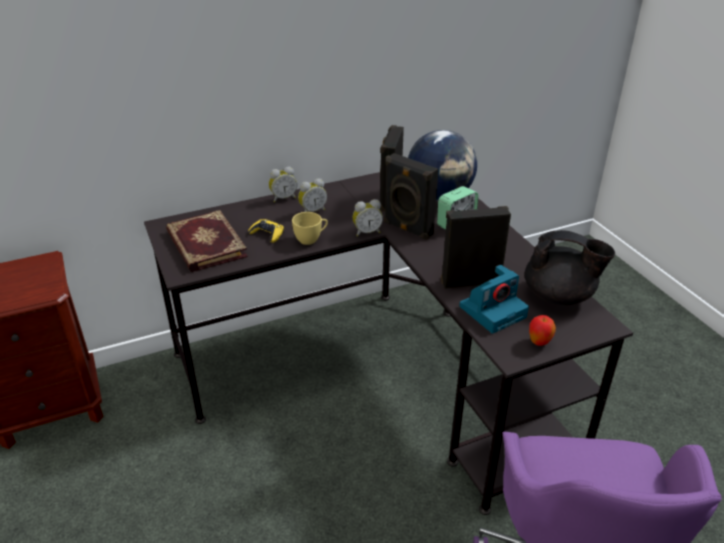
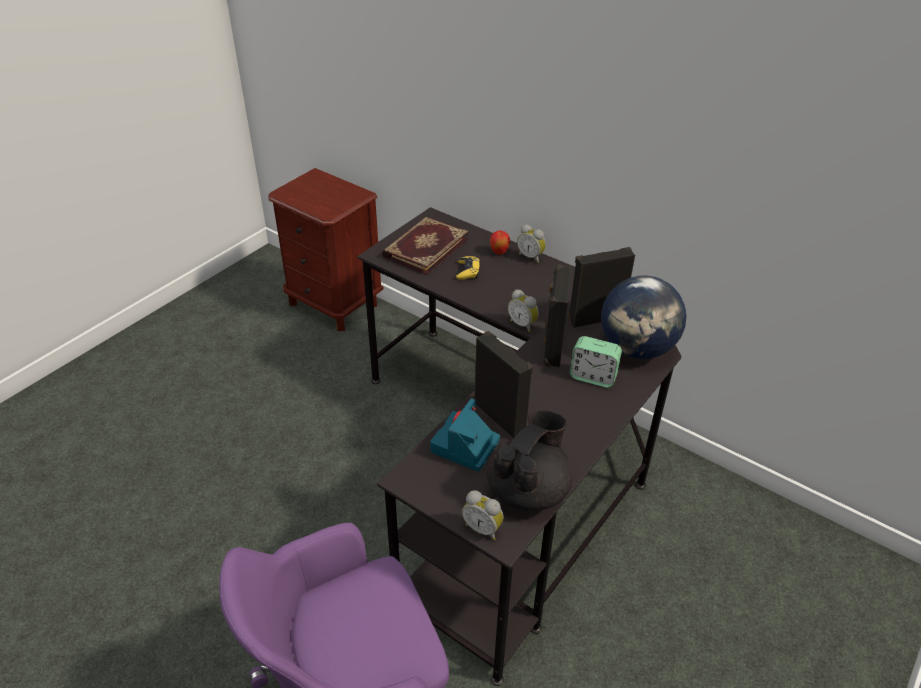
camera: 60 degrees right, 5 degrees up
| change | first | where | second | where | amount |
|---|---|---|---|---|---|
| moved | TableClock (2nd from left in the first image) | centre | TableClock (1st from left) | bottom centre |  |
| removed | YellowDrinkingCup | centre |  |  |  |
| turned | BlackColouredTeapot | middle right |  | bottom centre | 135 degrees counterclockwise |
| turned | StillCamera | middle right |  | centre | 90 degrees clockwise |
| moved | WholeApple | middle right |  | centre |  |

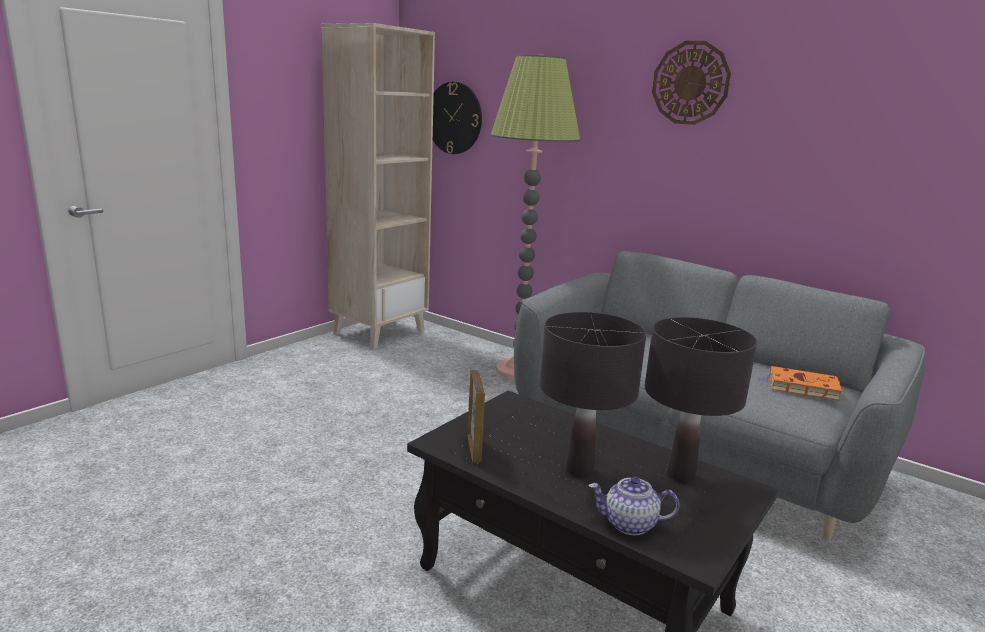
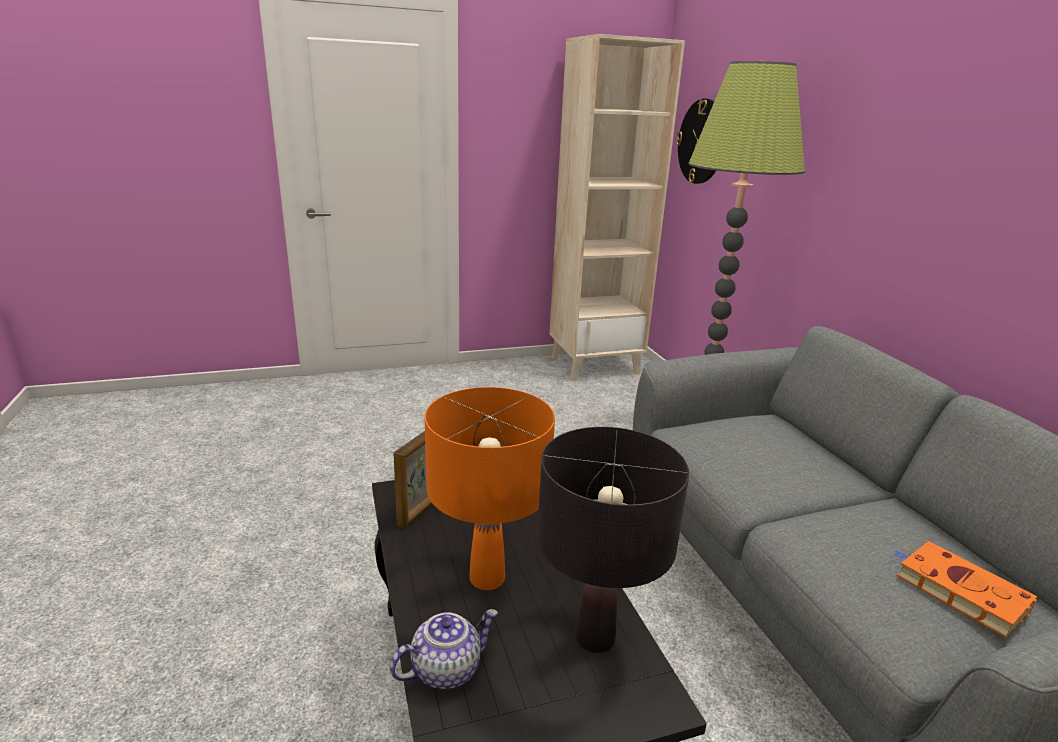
camera: 35 degrees right, 5 degrees up
| change | first | where | second | where | amount |
|---|---|---|---|---|---|
| removed | WallClock (2nd from left) | top right |  |  |  |
| recoloured | BlackColouredLampForATable (1st from left) | centre | OrangeLampForATable | centre |  |
| turned | Teapot | bottom centre |  | bottom centre | 105 degrees clockwise |

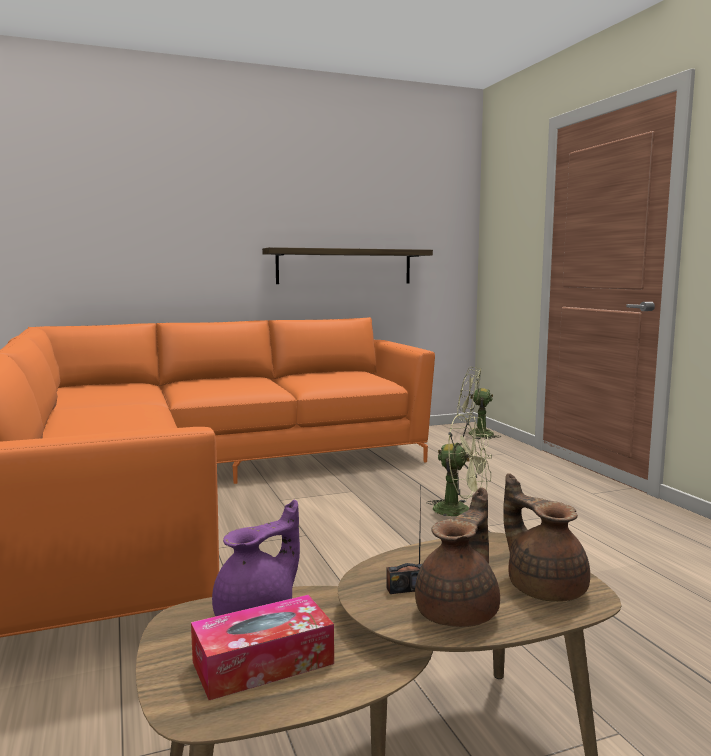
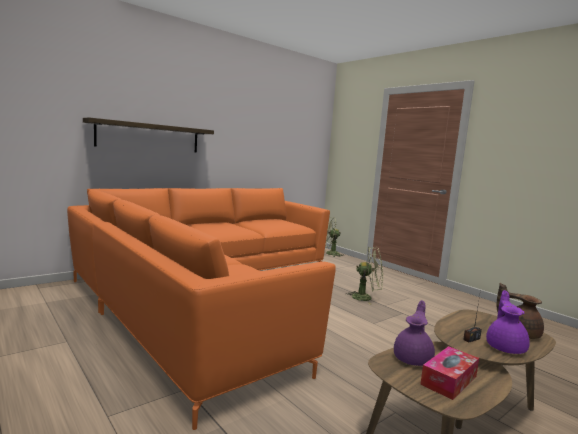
camera: 20 degrees left, 0 degrees up
| change | first | where | second | where | amount |
|---|---|---|---|---|---|
| moved | Shelf | centre |  | top left |  |
| recoloured | BrownColouredTeapot (1st from left) | bottom centre | PurpleColouredTeapot (2nd from left) | bottom right |  |

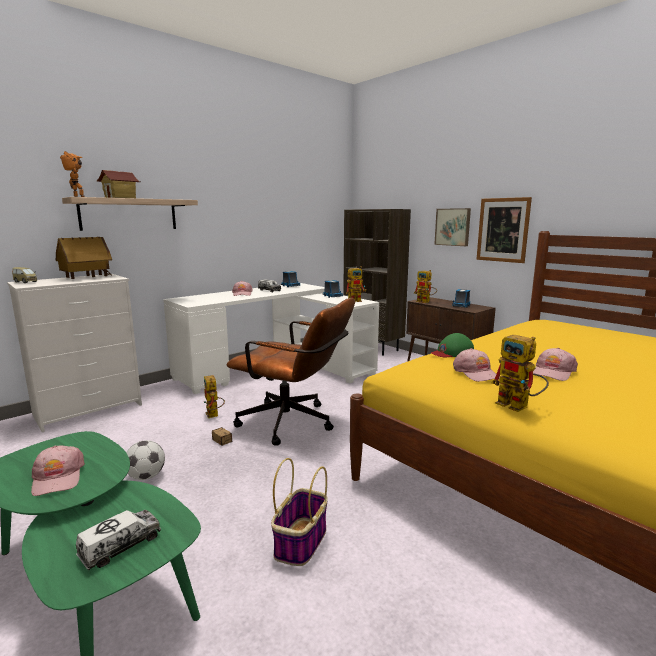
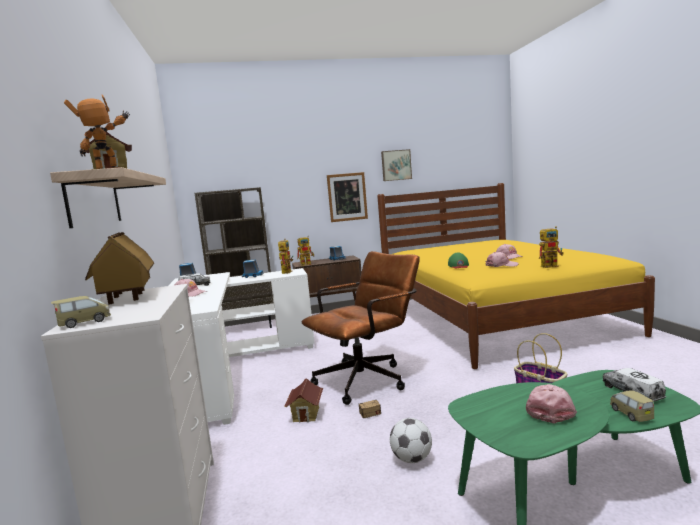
camera: 60 degrees left, 5 degrees down
| change | first | where | second | where | amount |
|---|---|---|---|---|---|
| moved | WallArt (1st from left in the first image) | middle right | WallArt (2nd from left) | top centre |  |
| replaced | ModelRobot (2nd from left) | middle left | MiniatureHouse (3rd from left) | bottom centre |  |
| turned | PinkPeakedCap (1st from left in the first image) | bottom left | PinkPeakedCap (4th from left) | bottom right | 75 degrees counterclockwise |
| added |  |  | MiniatureCar (2nd from left) | bottom right |  |

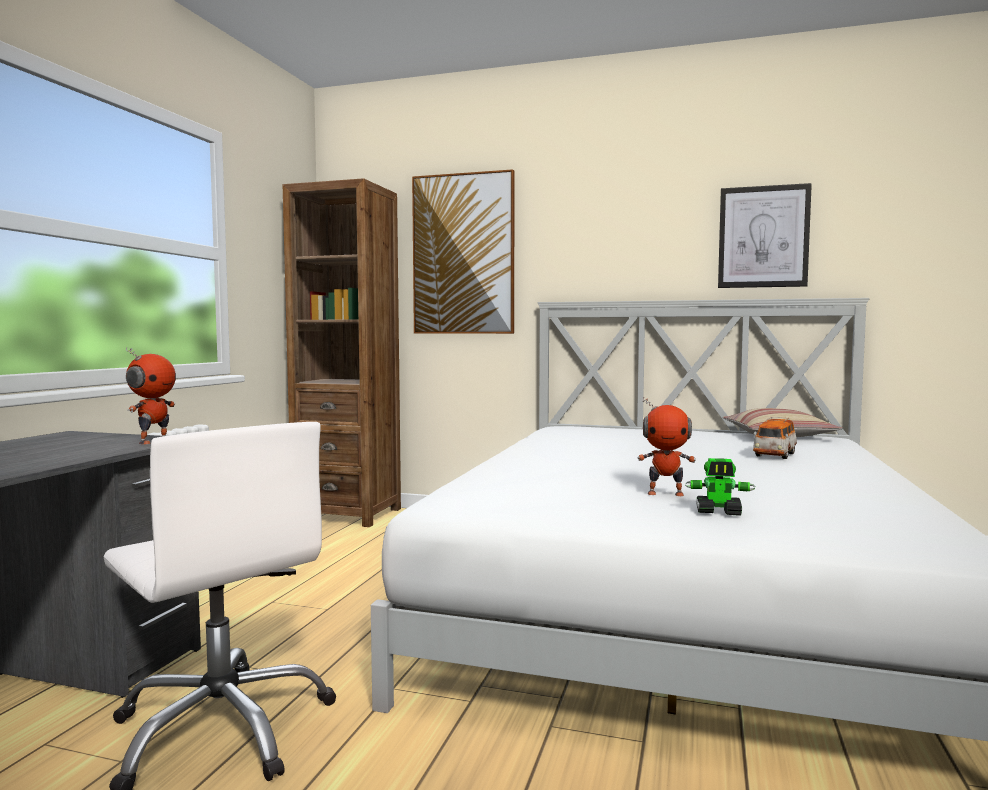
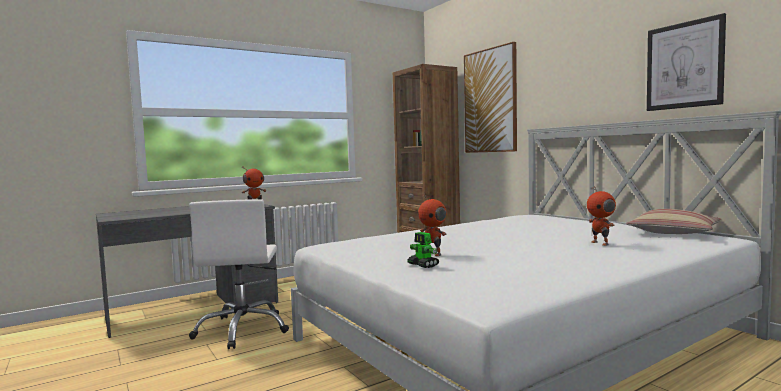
camera: 40 degrees right, 0 degrees up
| change | first | where | second | where | amount |
|---|---|---|---|---|---|
| replaced | MiniatureCar | middle right | ModelRobot (4th from left) | middle right |  |

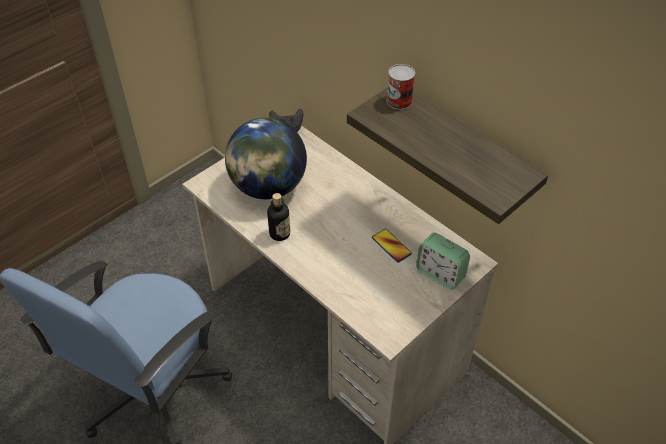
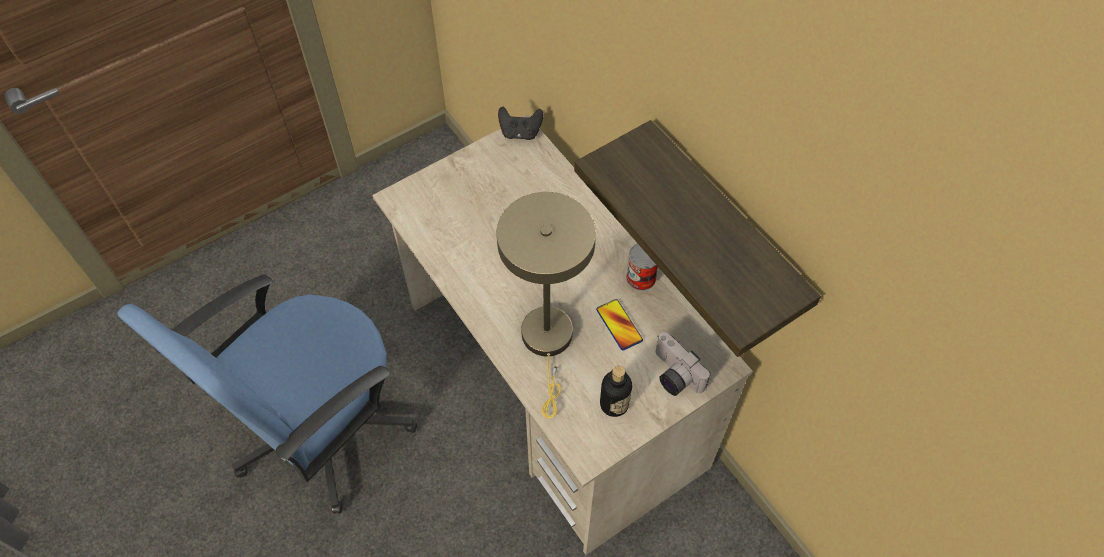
camera: 10 degrees right, 10 degrees up
| change | first | where | second | where | amount |
|---|---|---|---|---|---|
| moved | MetalCan | top centre |  | centre |  |
| removed | Globe | centre |  |  |  |
| moved | Bottle | centre |  | bottom centre |  |
| replaced | TableClock | centre | StillCamera | centre |  |
| added |  |  | SandColouredLampForATable | centre |  |

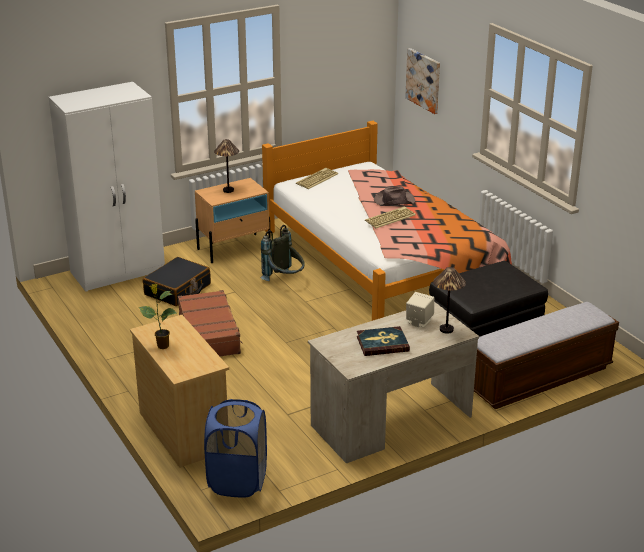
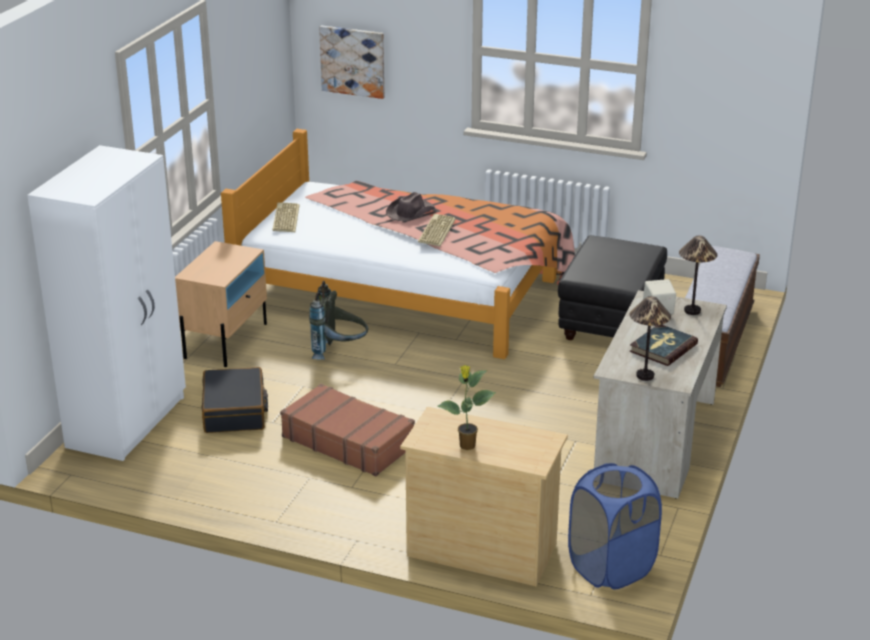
camera: 40 degrees left, 0 degrees up
| change | first | where | second | where | amount |
|---|---|---|---|---|---|
| moved | LampForATable (1st from left) | top centre |  | middle right |  |

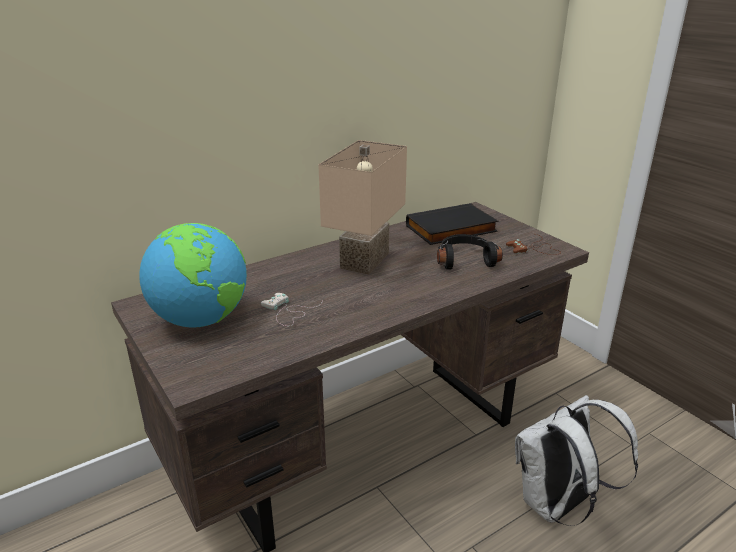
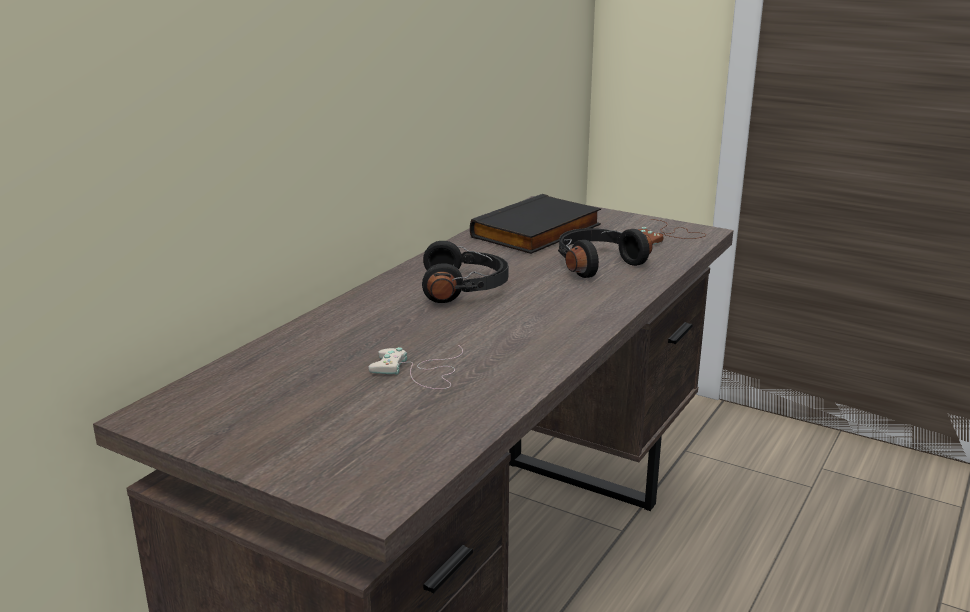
camera: 25 degrees left, 5 degrees down
| change | first | where | second | where | amount |
|---|---|---|---|---|---|
| replaced | SandColouredLampForATable | centre | BlackColouredPairOfHeadphones (1st from left) | centre |  |
| removed | Globe | middle left |  |  |  |
| removed | WhiteColouredRucksack | bottom right |  |  |  |

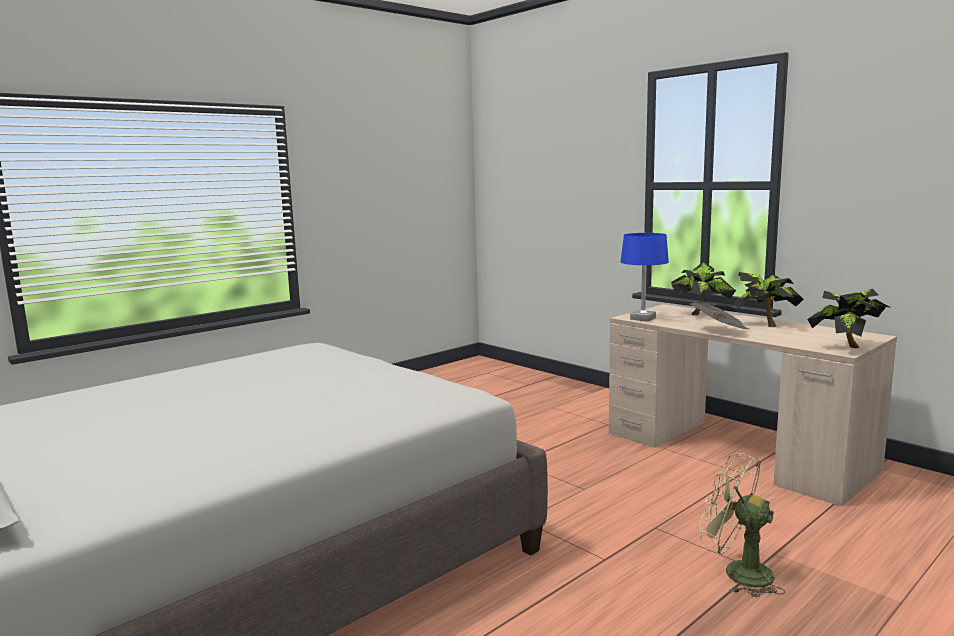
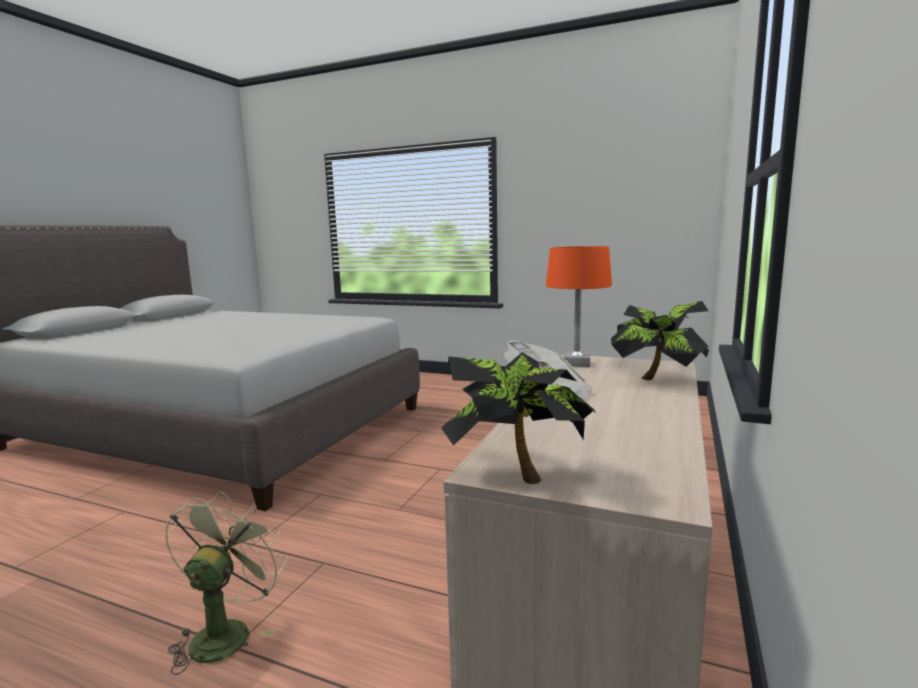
camera: 65 degrees right, 0 degrees up
| change | first | where | second | where | amount |
|---|---|---|---|---|---|
| recoloured | BlueLampForATable | middle right | OrangeLampForATable | centre |  |
| removed | PottedPlant (2nd from left) | middle right |  |  |  |

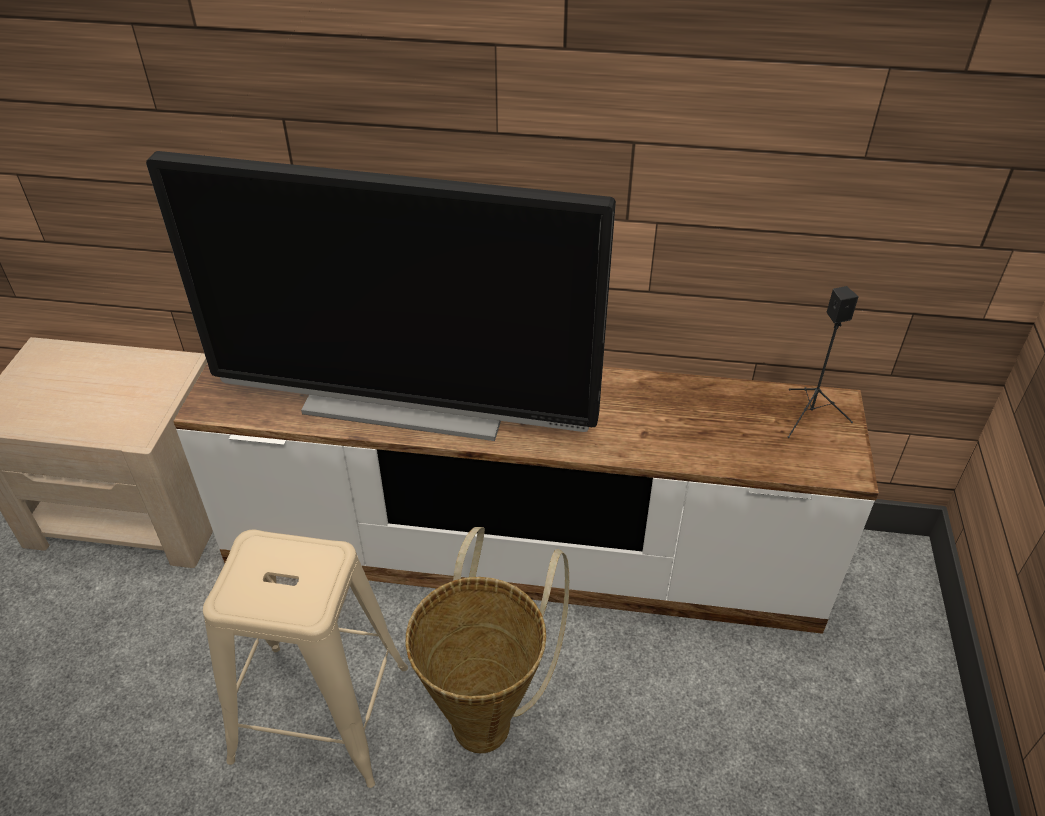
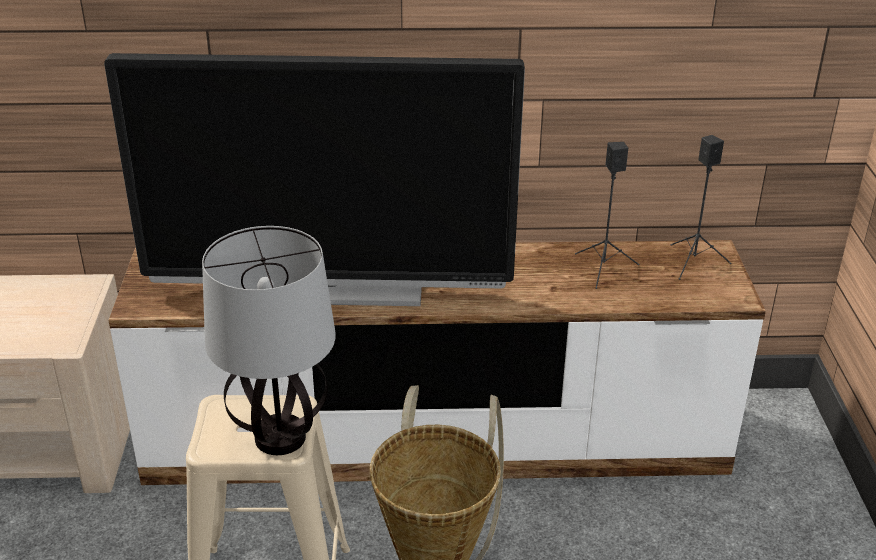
camera: 10 degrees left, 10 degrees down
| change | first | where | second | where | amount |
|---|---|---|---|---|---|
| added |  |  | BlackColouredAudioSpeaker (1st from left) | middle right |  |
| added |  |  | LampForATable | middle left |  |

